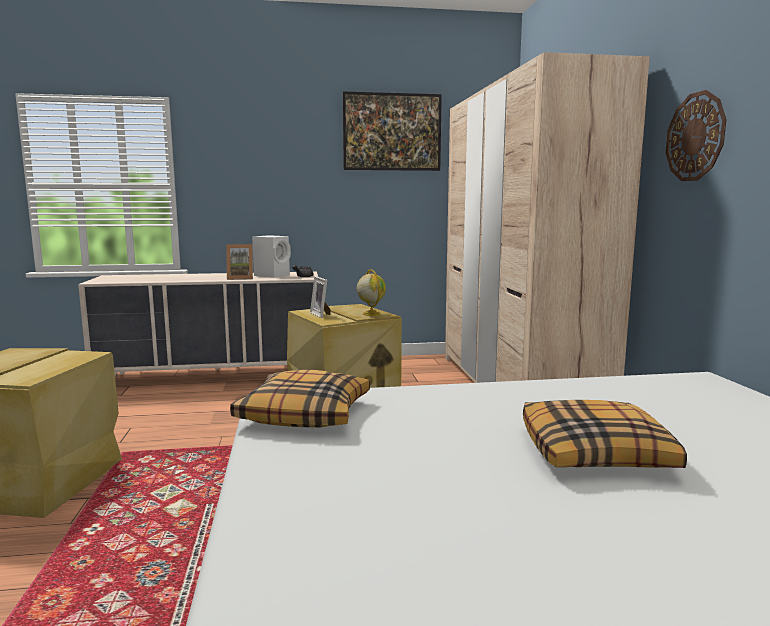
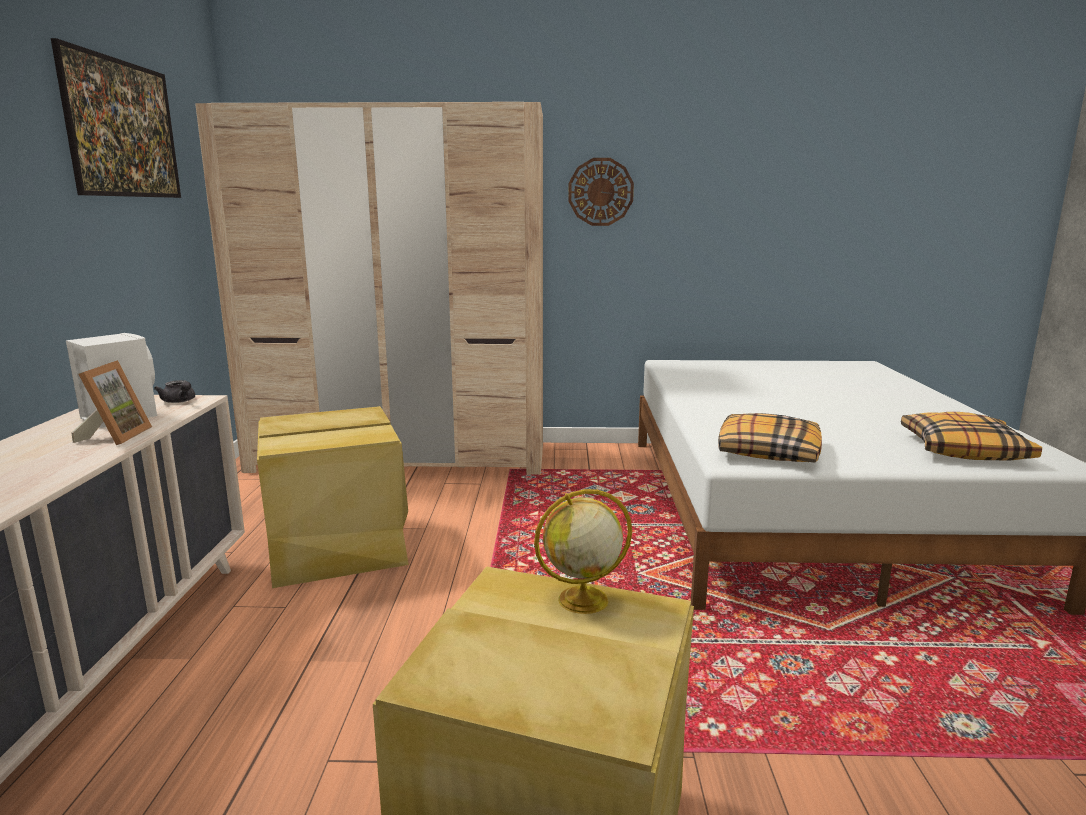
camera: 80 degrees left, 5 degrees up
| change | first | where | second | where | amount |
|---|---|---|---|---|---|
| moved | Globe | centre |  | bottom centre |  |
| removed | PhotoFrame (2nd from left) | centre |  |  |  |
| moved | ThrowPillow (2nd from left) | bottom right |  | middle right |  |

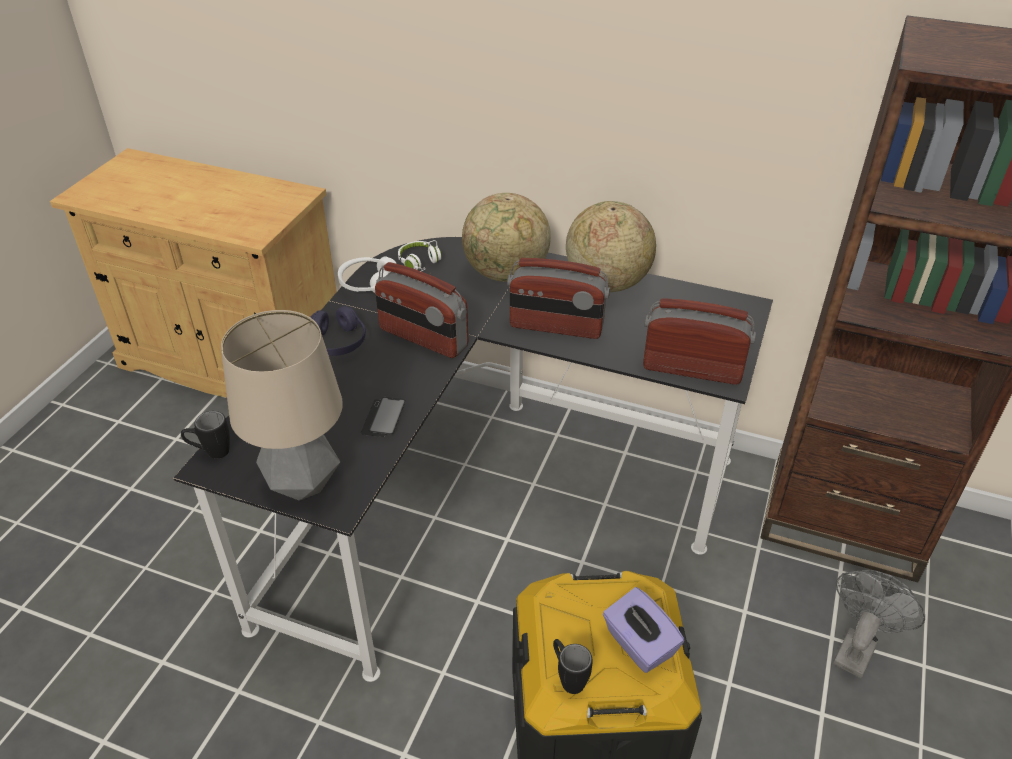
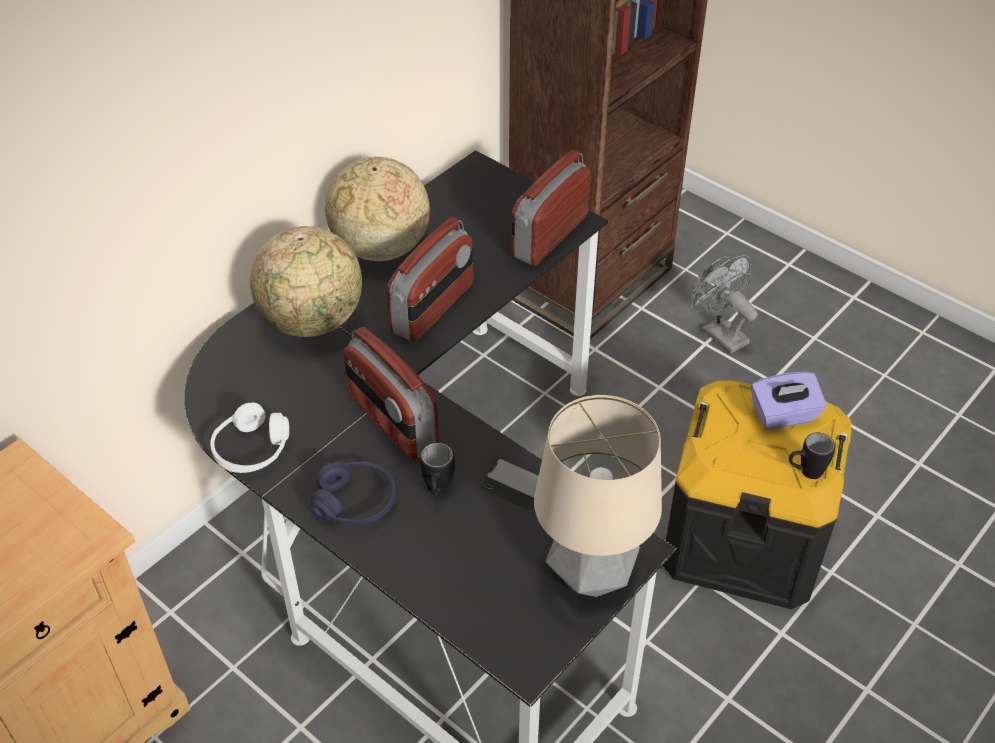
camera: 70 degrees left, 5 degrees up
| change | first | where | second | where | amount |
|---|---|---|---|---|---|
| removed | WhiteColouredPairOfHeadphones (2nd from left) | centre |  |  |  |
| turned | RadioReceiver (1st from left) | centre |  | centre | 90 degrees clockwise |
| moved | BlackColouredMug (1st from left) | middle left |  | centre |  |

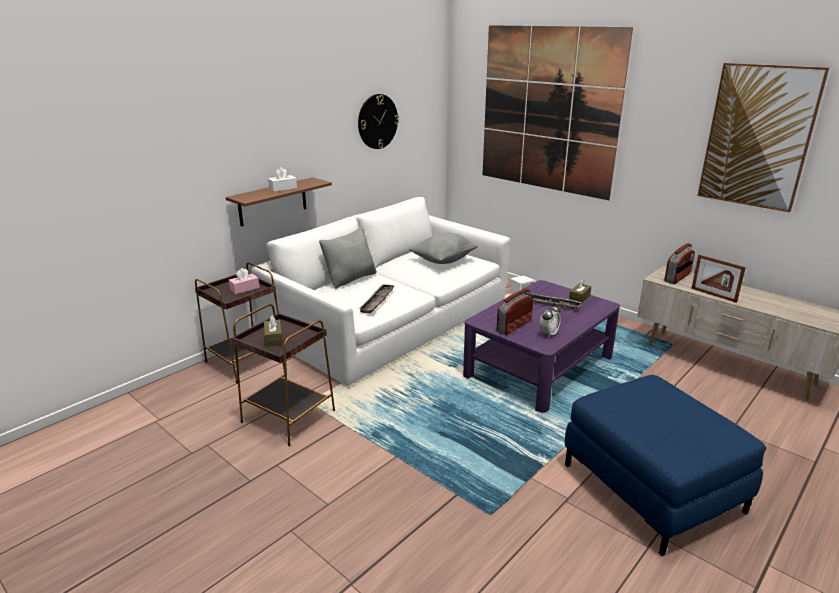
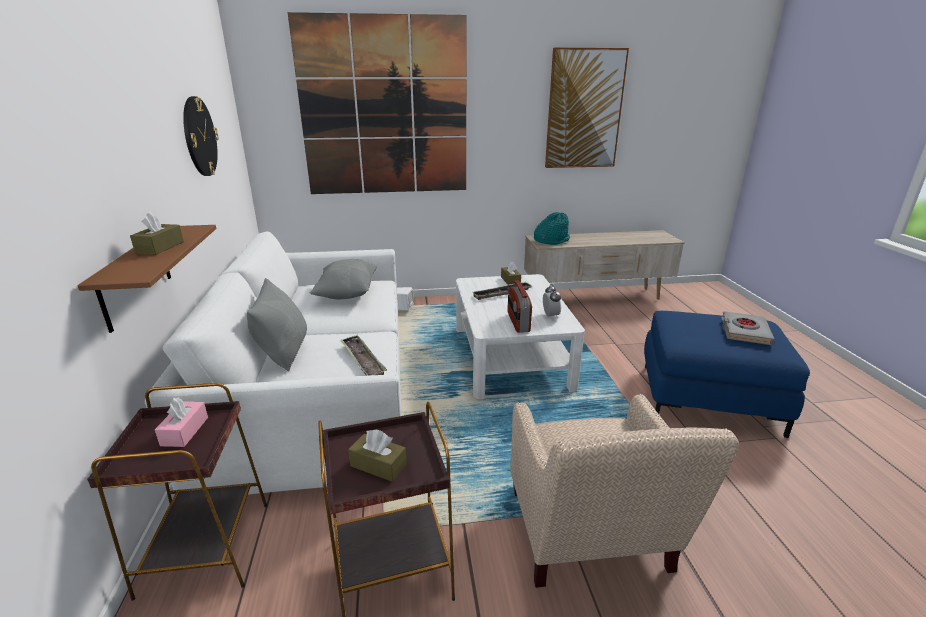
camera: 50 degrees left, 0 degrees up
| change | first | where | second | where | amount |
|---|---|---|---|---|---|
| recoloured | WhiteColouredBoxOfTissues | top centre | BrownColouredBoxOfTissues (1st from left) | middle left |  |
| replaced | RadioReceiver (2nd from left) | middle right | TurquoiseHat | centre |  |
| removed | PhotoFrame | middle right |  |  |  |
| recoloured | PurpleColouredCoffeeTable | centre | WhiteColouredCoffeeTable | centre |  |
| added |  |  | GrayVolume | middle right |  |
| added |  |  | SandColouredEasyChair | bottom right |  |

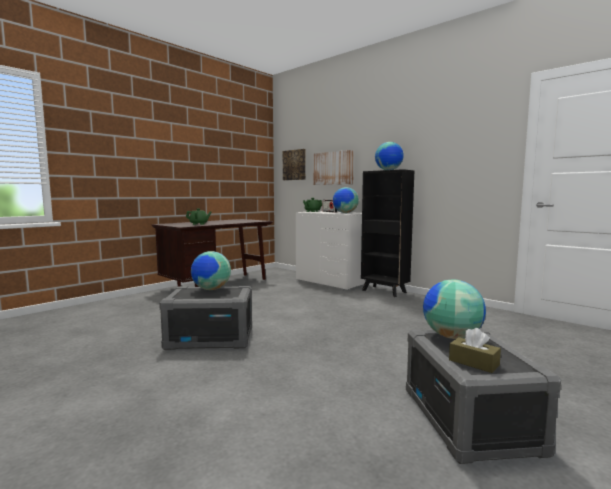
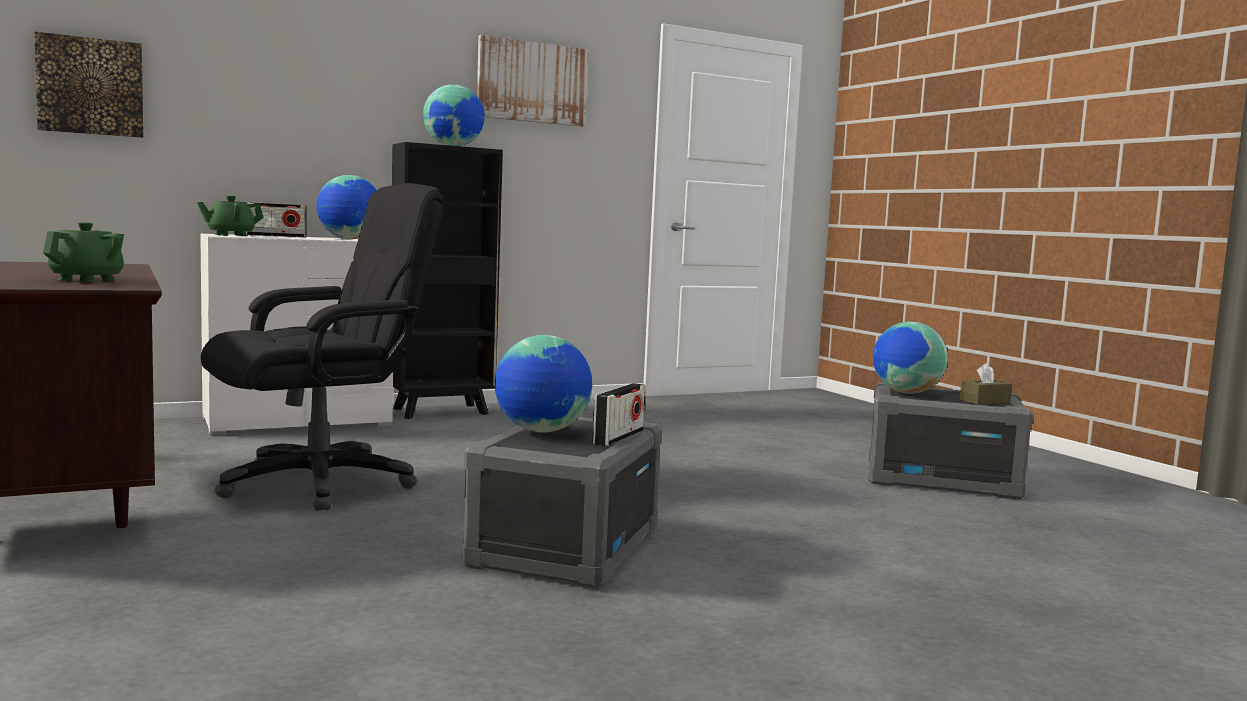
camera: 70 degrees left, 0 degrees up
| change | first | where | second | where | amount |
|---|---|---|---|---|---|
| moved | WallArt (2nd from left) | centre |  | top centre |  |
| added |  |  | BlackColouredOfficeChair | middle left |  |
| added |  |  | RadioReceiver (2nd from left) | centre |  |

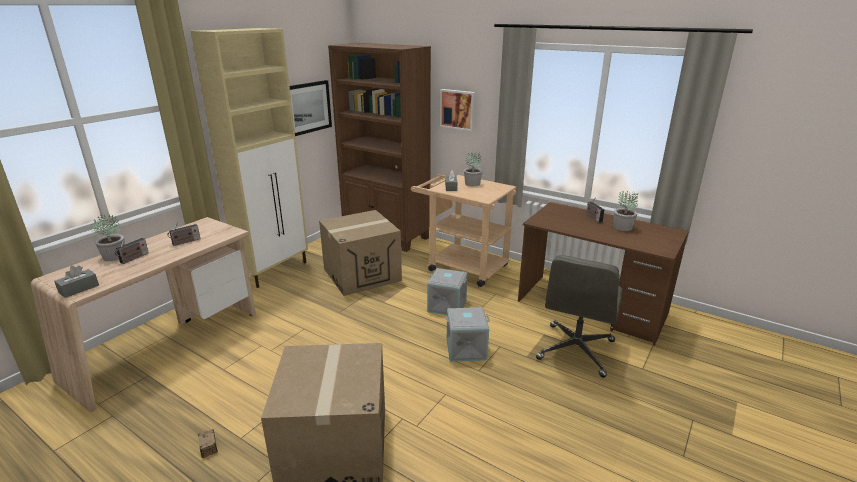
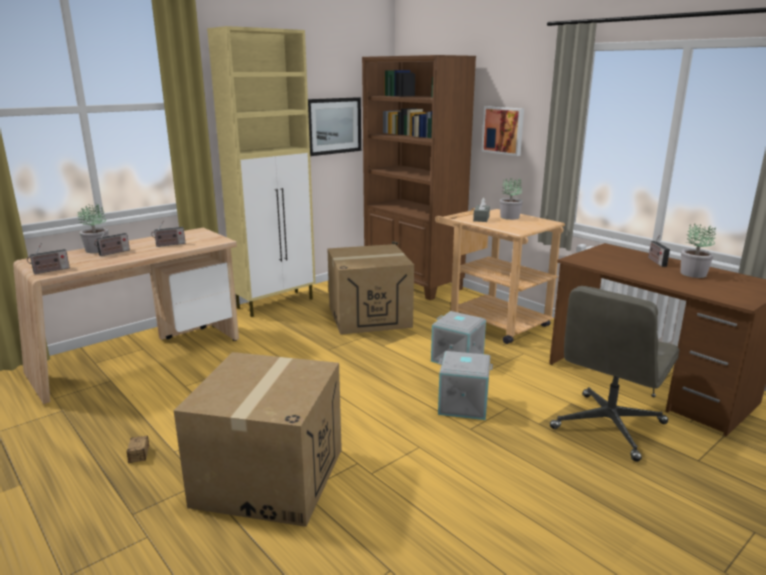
camera: 15 degrees right, 5 degrees down
| change | first | where | second | where | amount |
|---|---|---|---|---|---|
| replaced | GrayBoxOfTissues (1st from left) | middle left | RadioReceiver (1st from left) | middle left |  |

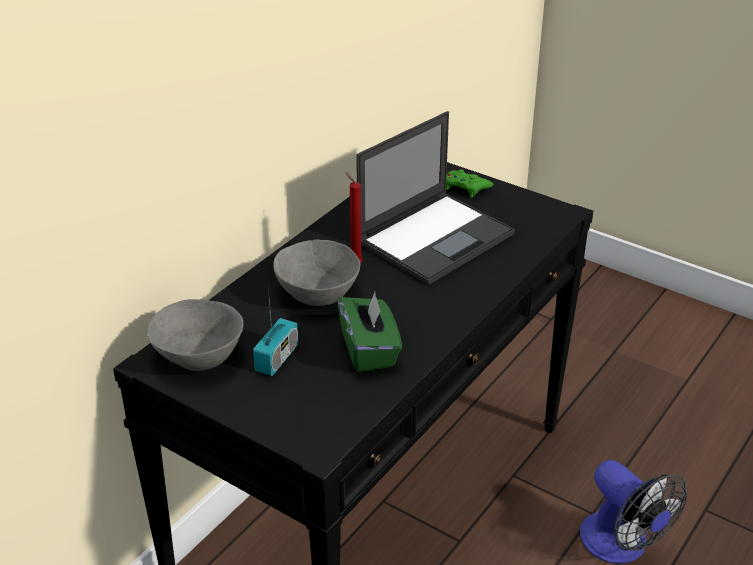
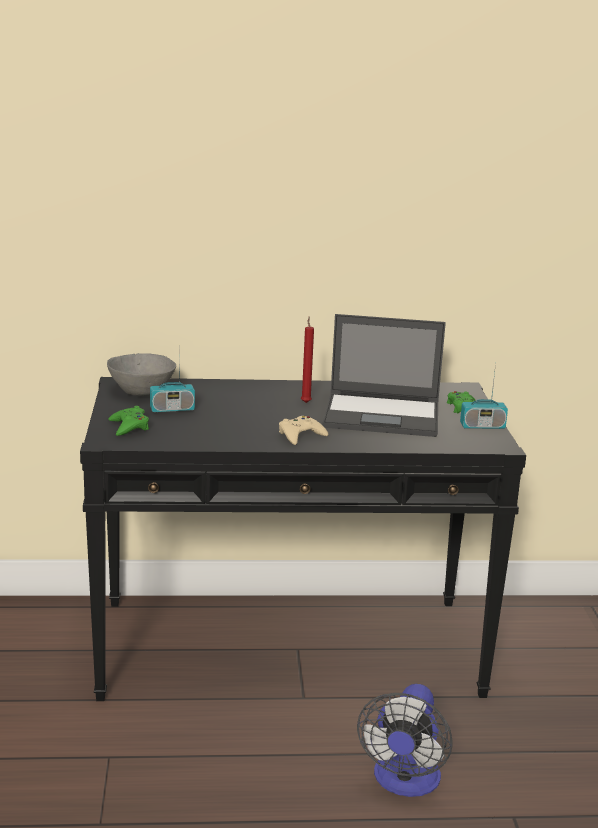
camera: 50 degrees right, 15 degrees down
| change | first | where | second | where | amount |
|---|---|---|---|---|---|
| removed | GrayDeepDish (2nd from left) | centre |  |  |  |
| removed | GreenishBoxOfTissues | centre |  |  |  |
| added |  |  | RadioReceiver (2nd from left) | middle right |  |
| added |  |  | GreenishJoypad (1st from left) | middle left |  |
| added |  |  | SandColouredJoypad | centre |  |

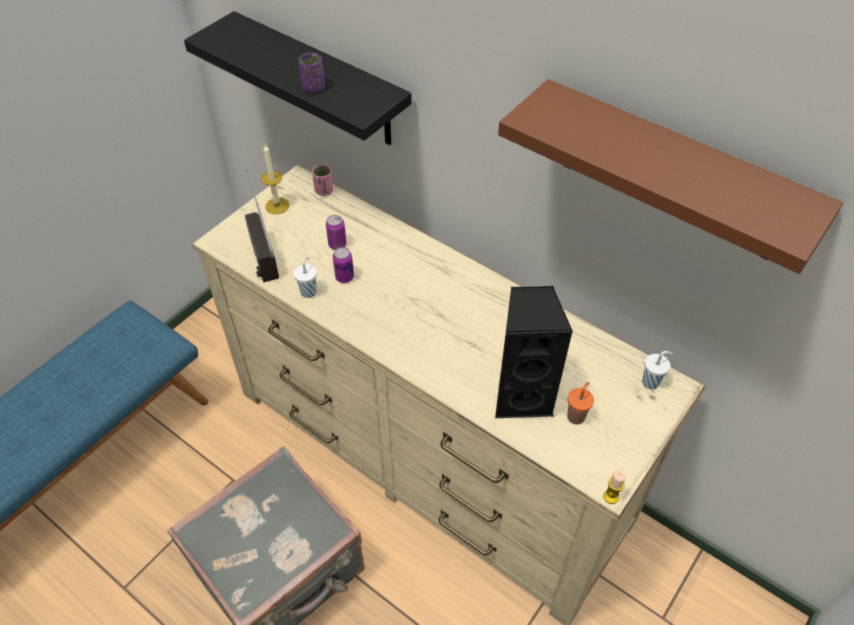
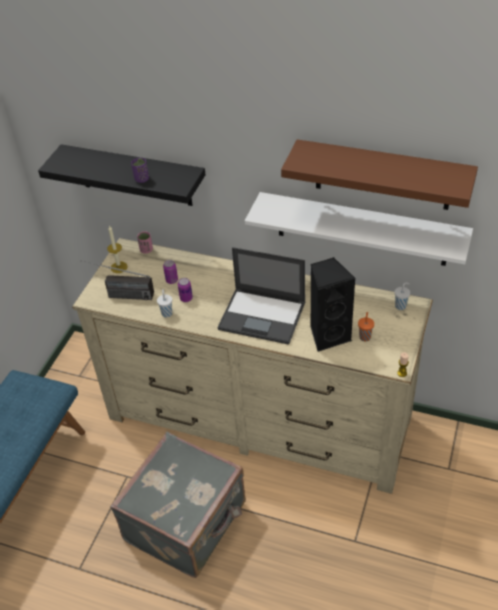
camera: 15 degrees left, 5 degrees down
| change | first | where | second | where | amount |
|---|---|---|---|---|---|
| turned | RadioReceiver | middle left |  | middle left | 45 degrees counterclockwise |
| added |  |  | WhiteColouredShelf | middle right |  |
| added |  |  | NotebookComputer | centre |  |

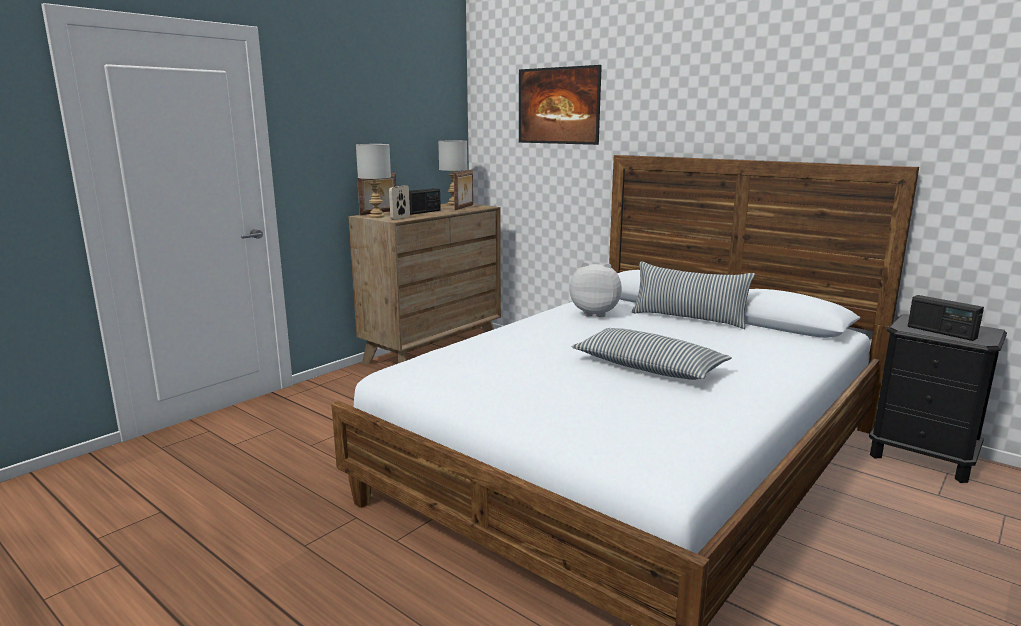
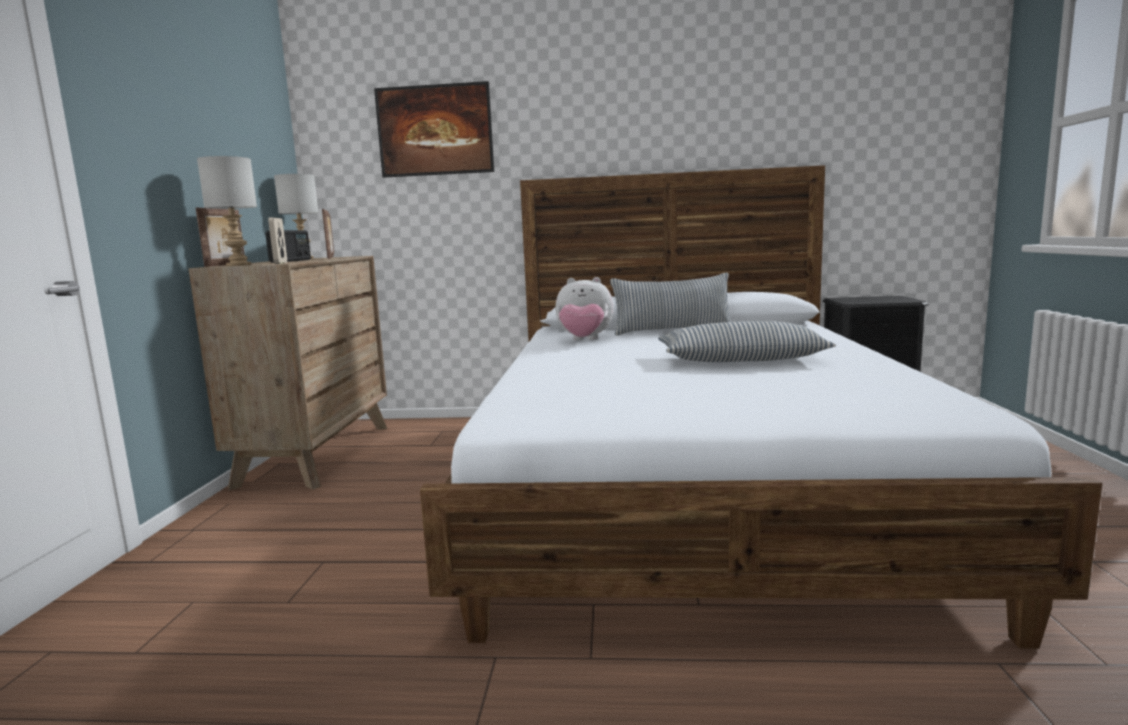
camera: 35 degrees left, 5 degrees down
| change | first | where | second | where | amount |
|---|---|---|---|---|---|
| turned | CuddlyToy | centre |  | centre | 150 degrees counterclockwise |
| removed | RadioReceiver (2nd from left) | middle right |  |  |  |

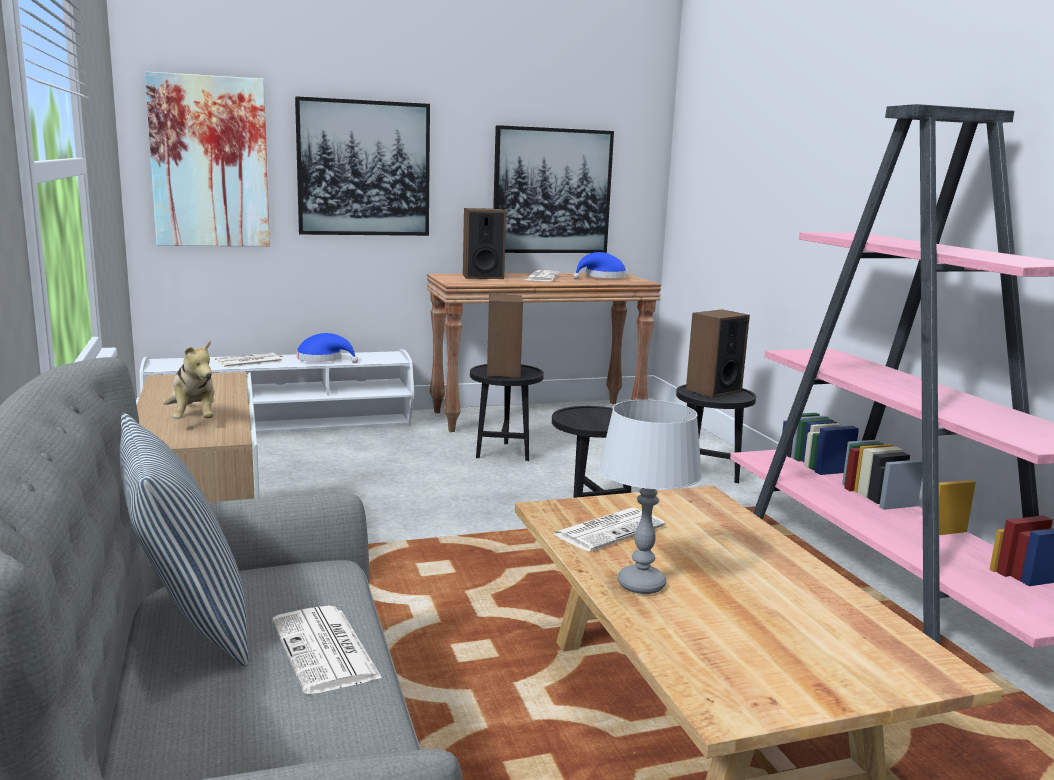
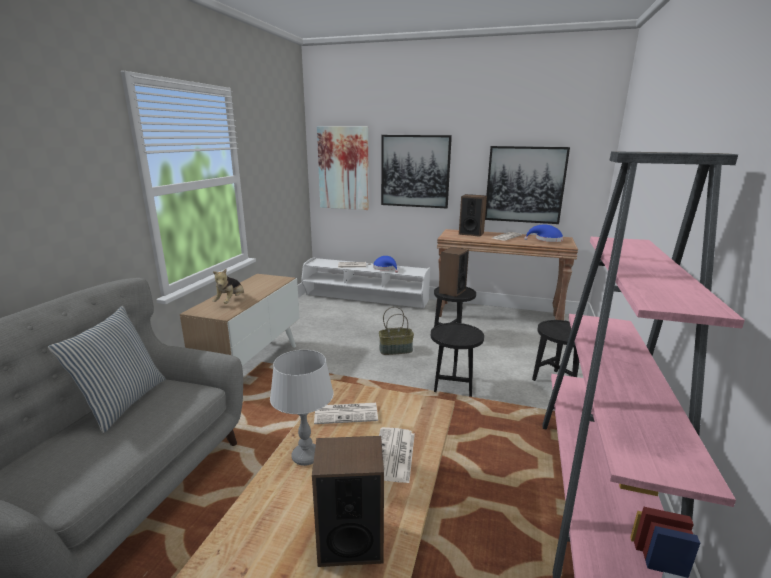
camera: 35 degrees right, 5 degrees up
| change | first | where | second | where | amount |
|---|---|---|---|---|---|
| moved | AudioSpeaker (3rd from left in the first image) | middle right | AudioSpeaker (1st from left) | bottom centre |  |
| moved | Newspaper (2nd from left in the first image) | bottom left | Newspaper (3rd from left) | bottom centre |  |
| added |  |  | Basket | centre |  |

